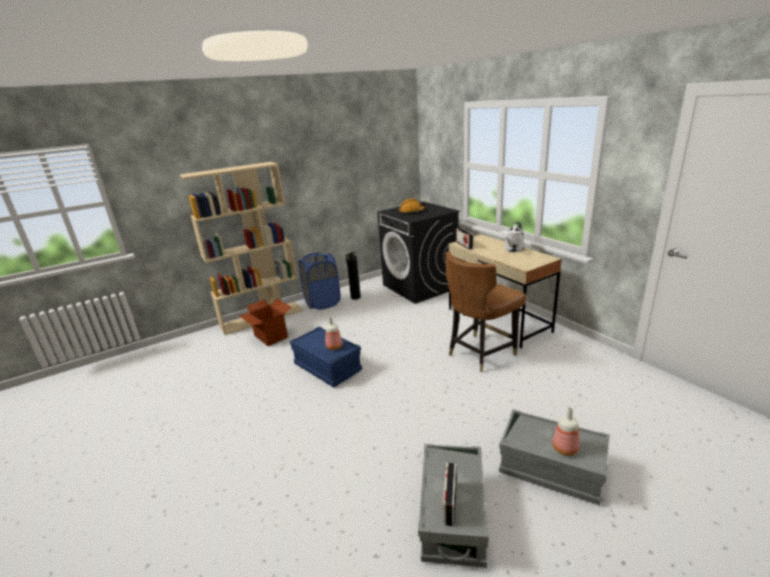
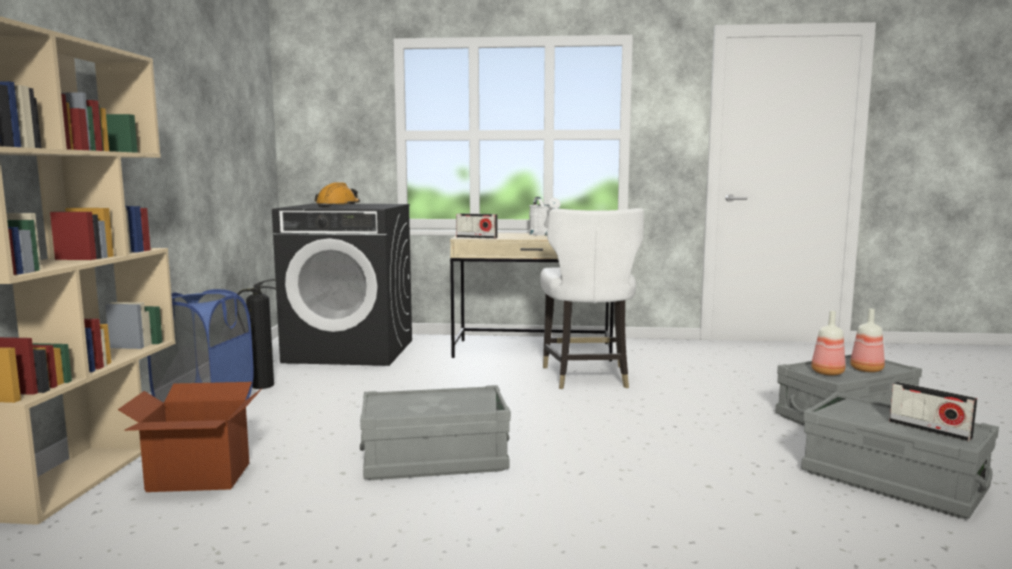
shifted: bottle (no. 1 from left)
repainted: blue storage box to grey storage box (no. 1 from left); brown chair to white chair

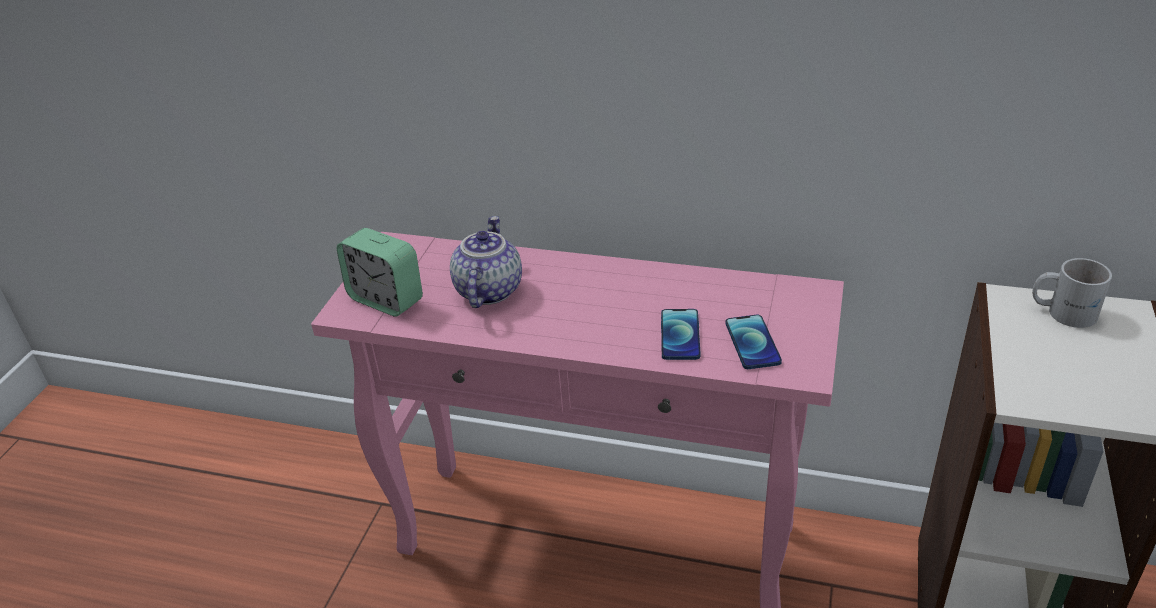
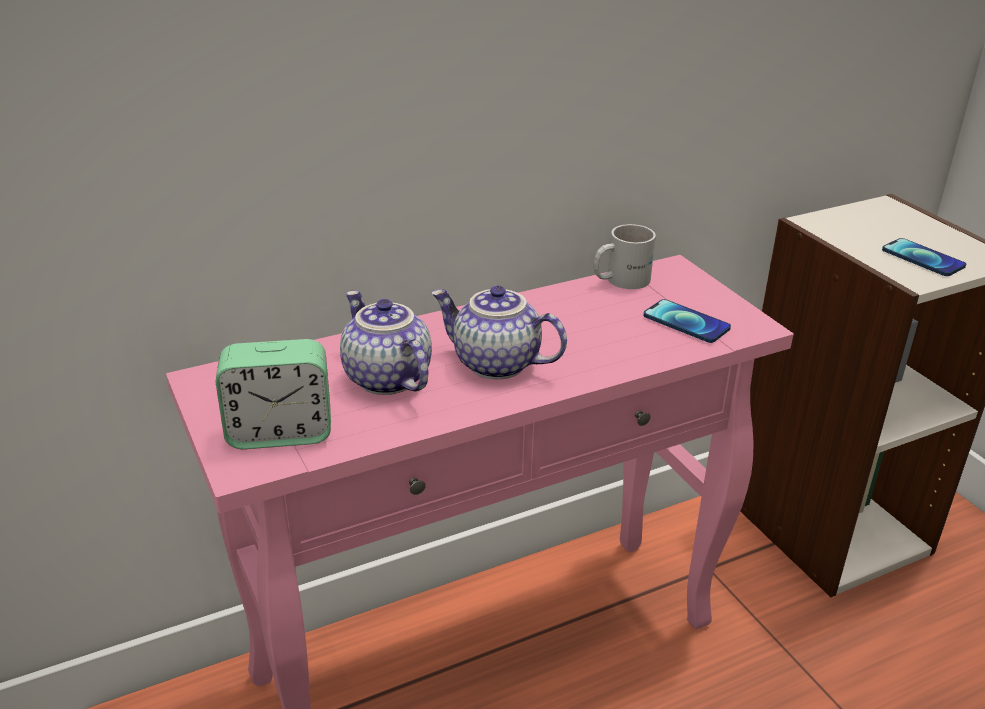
new: teapot (no. 2 from left)
shifted: phone (no. 1 from left in the first image) to phone (no. 2 from left); white mug

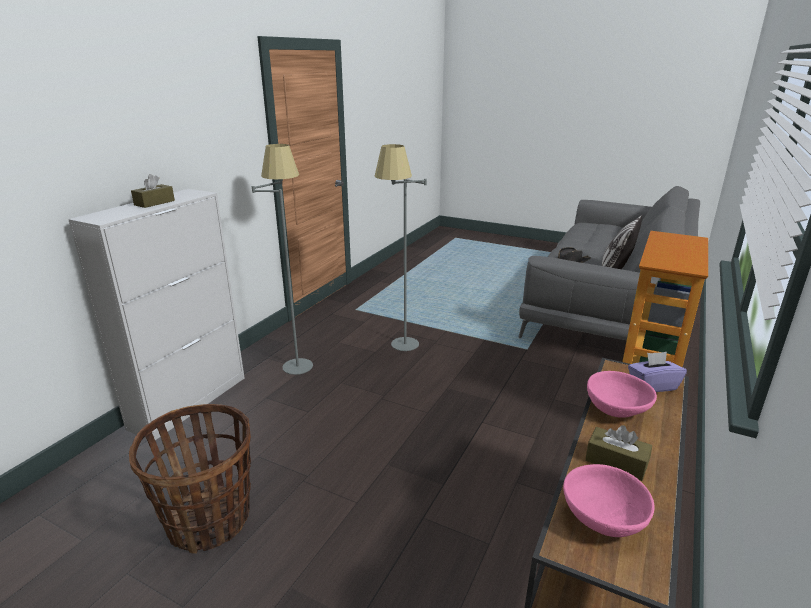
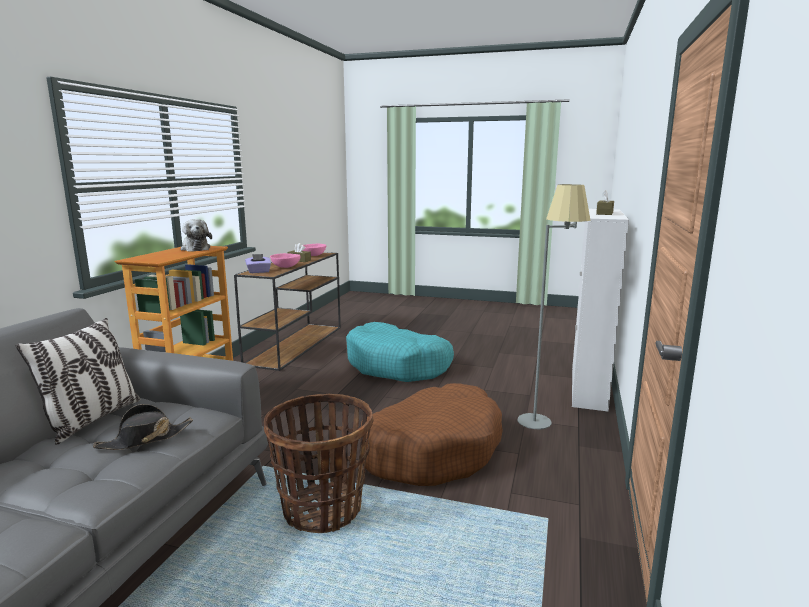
new: plush toy; turquoise dog bed
shifted: basket
swapped: grey floor lamp (no. 2 from left) to brown dog bed

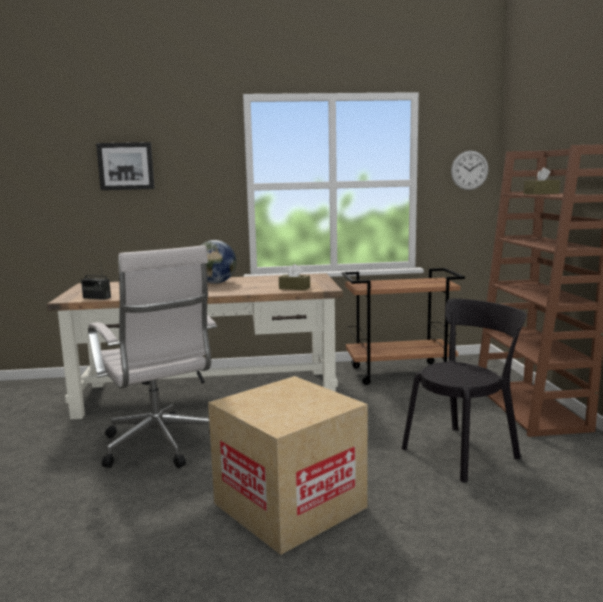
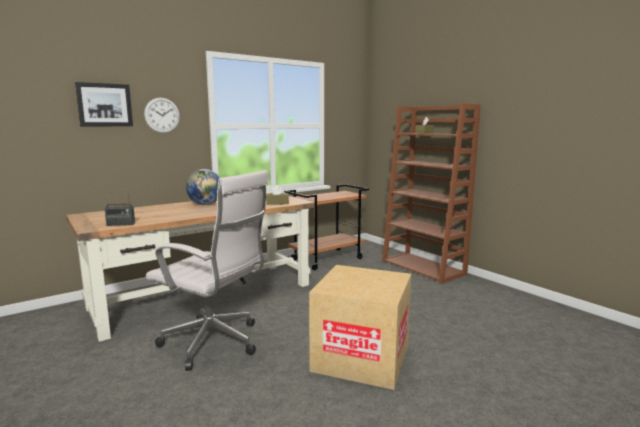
gone: black chair
shifted: wall clock

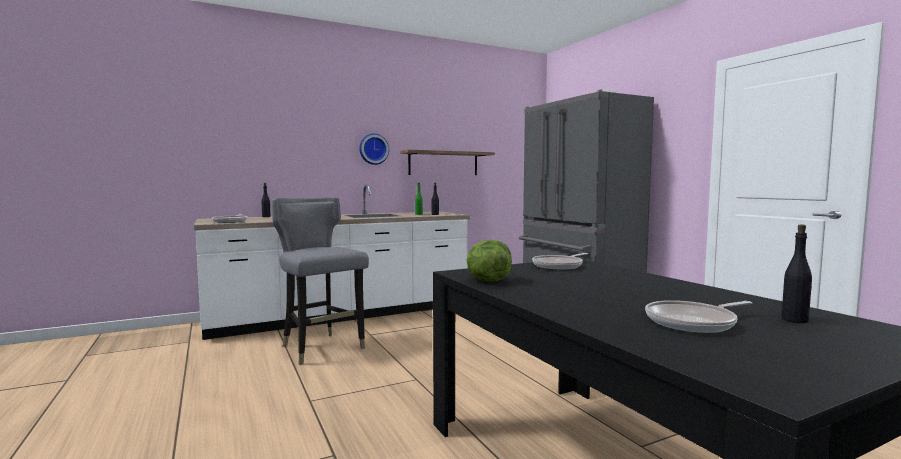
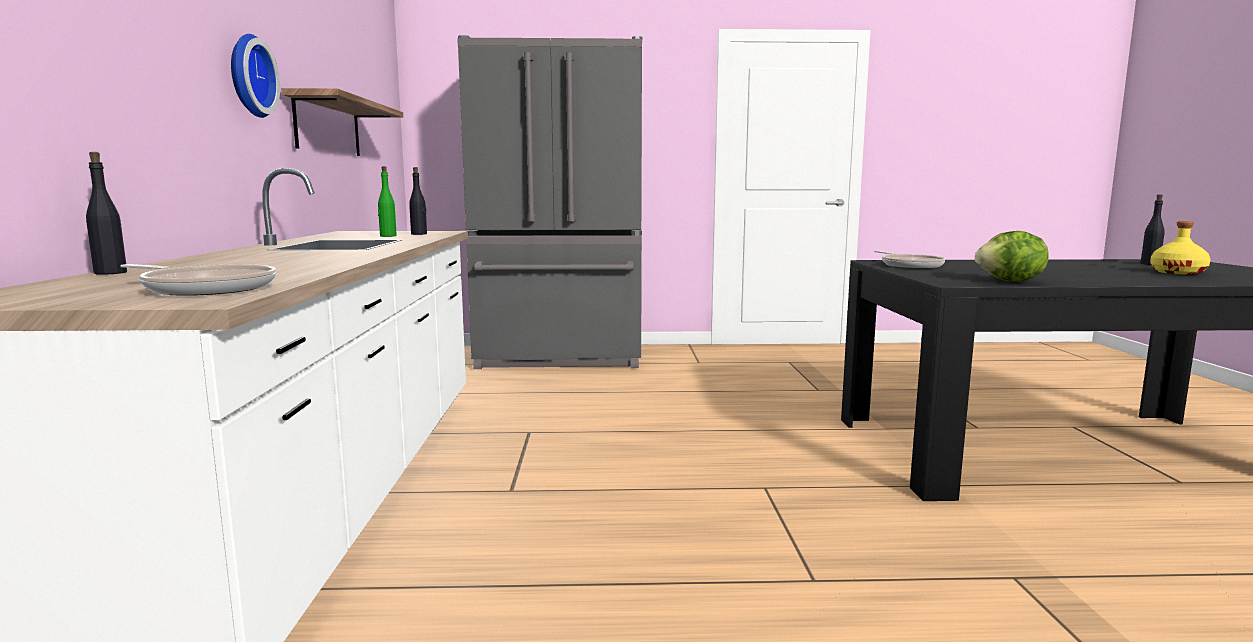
gone: grey chair
swapped: frying pan (no. 3 from left) to yellow bottle

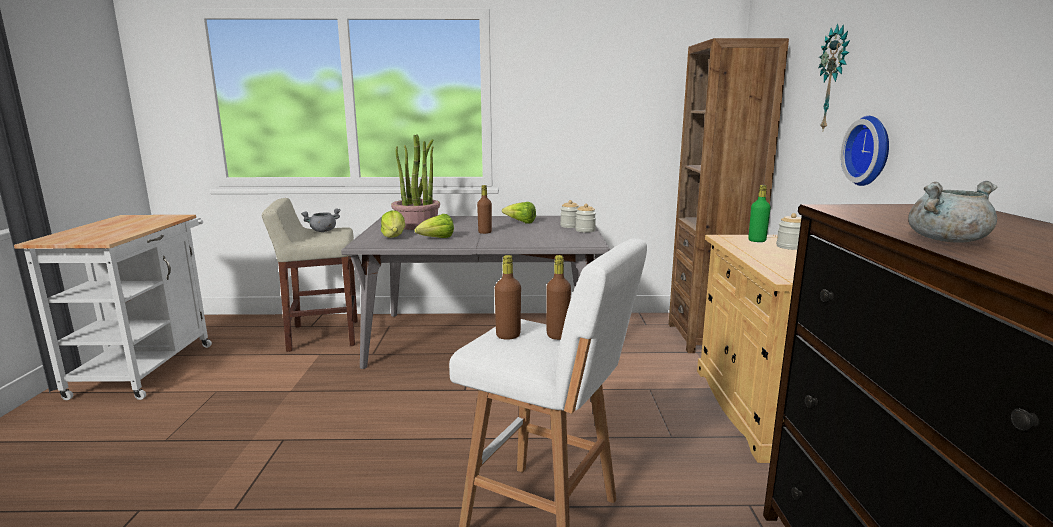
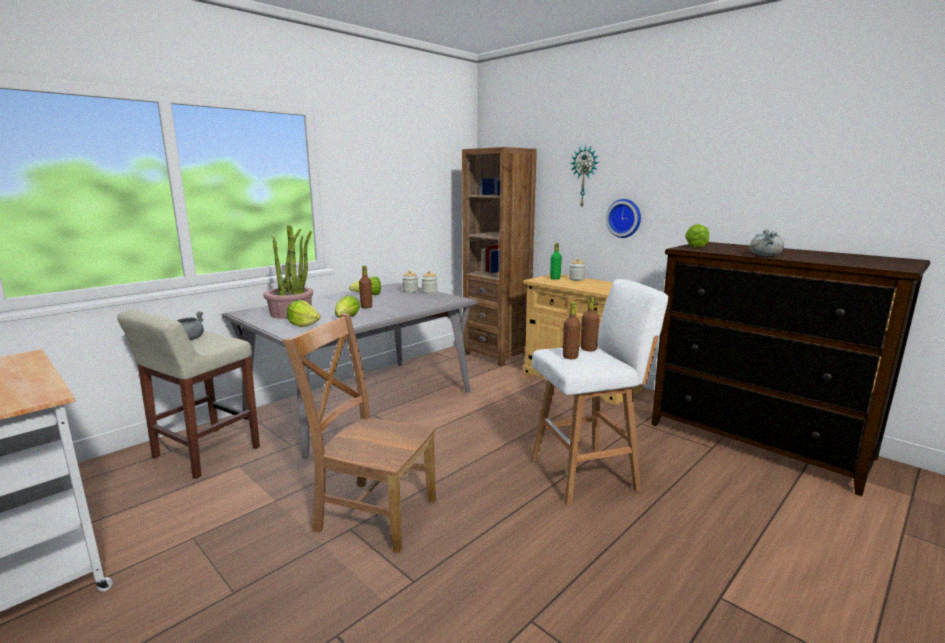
new: brown chair; lettuce (no. 4 from left)

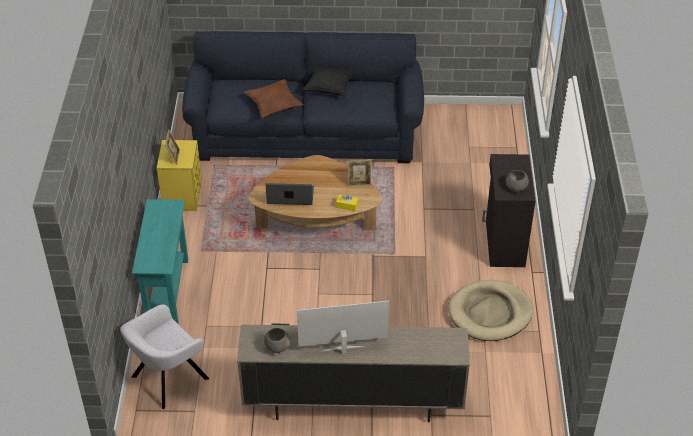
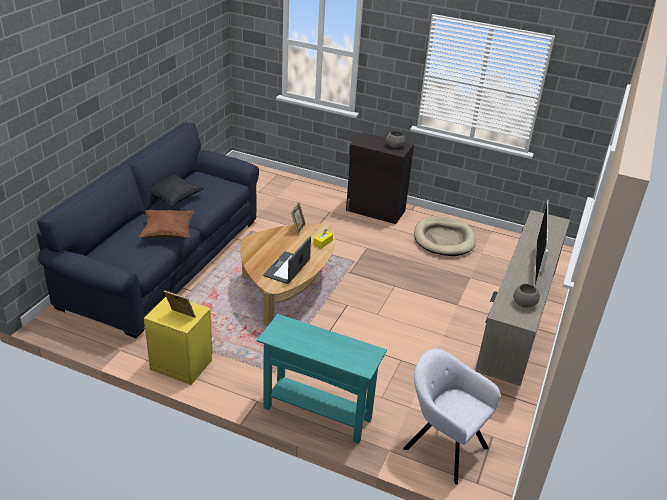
rotated: grey armchair 150 degrees clockwise

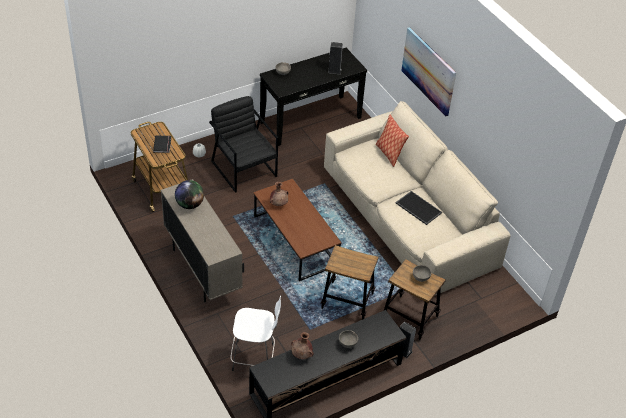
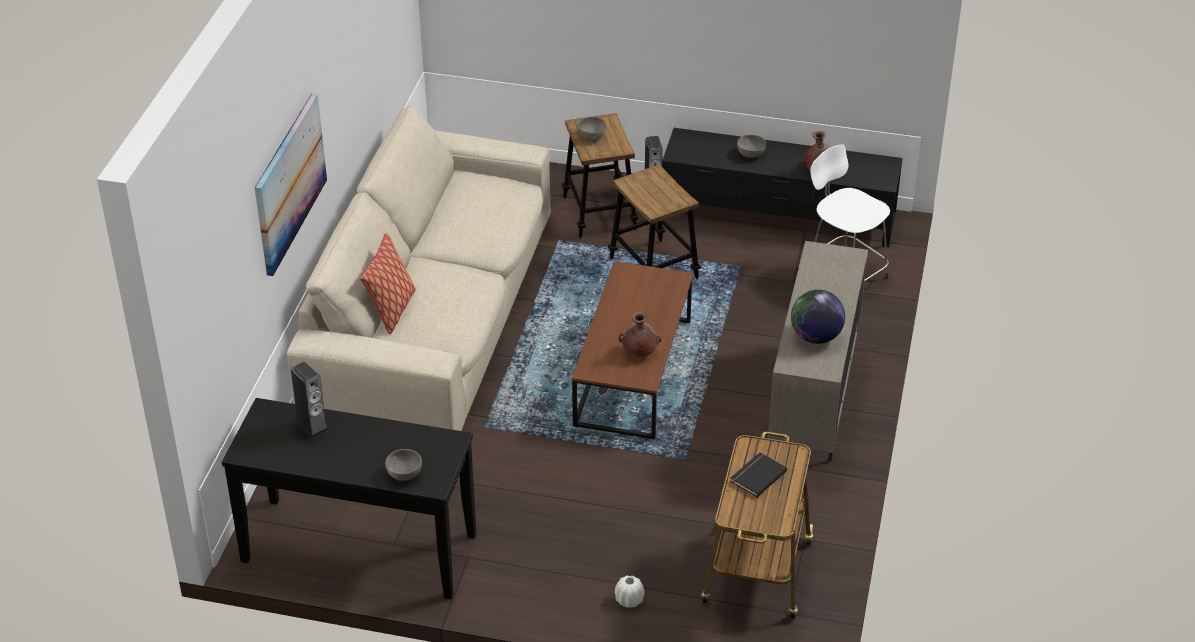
gone: black armchair; tray

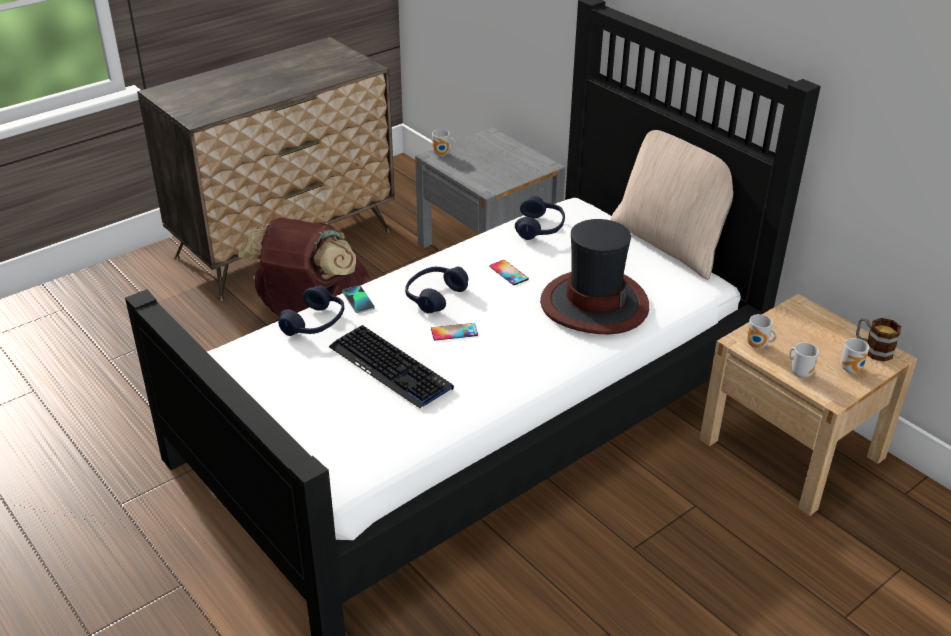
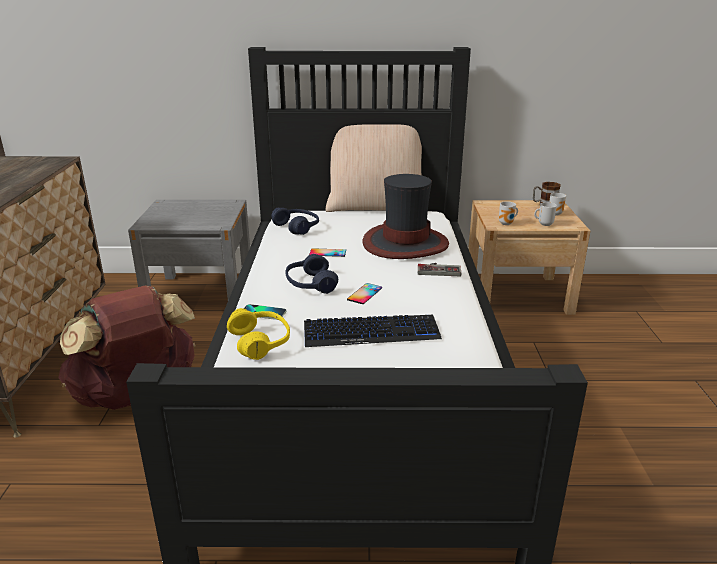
gone: mug (no. 1 from left)
new: game controller
repainted: blue headphones (no. 1 from left) to yellow headphones

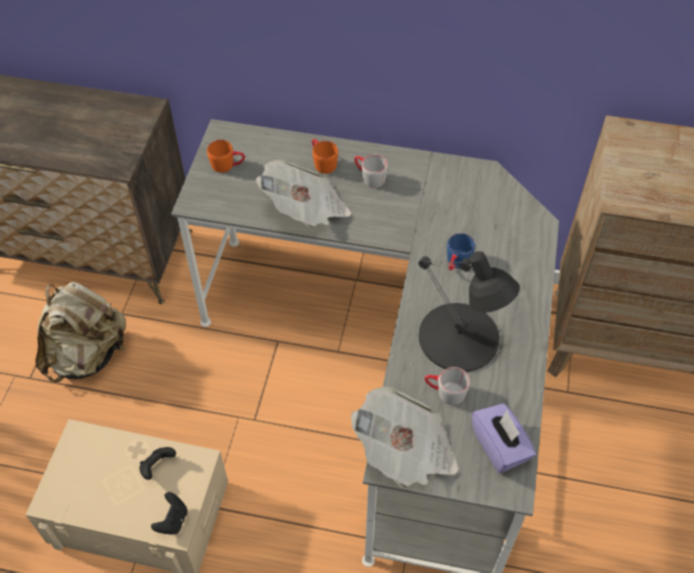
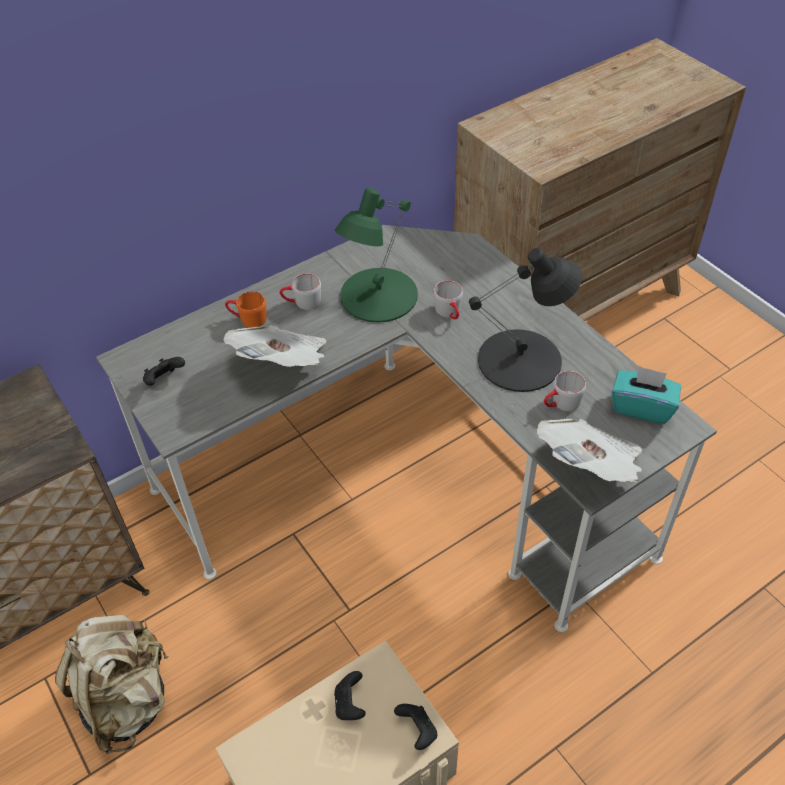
new: green table lamp
swapped: orange mug (no. 1 from left) to black game controller (no. 1 from left)
repainted: blue mug to grey mug (no. 2 from left); purple tissue box to turquoise tissue box

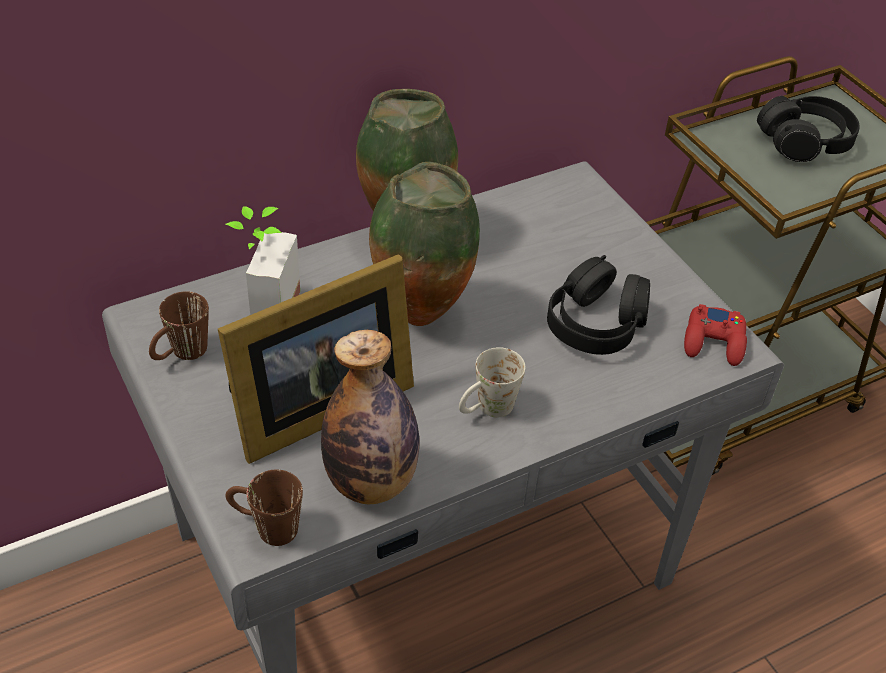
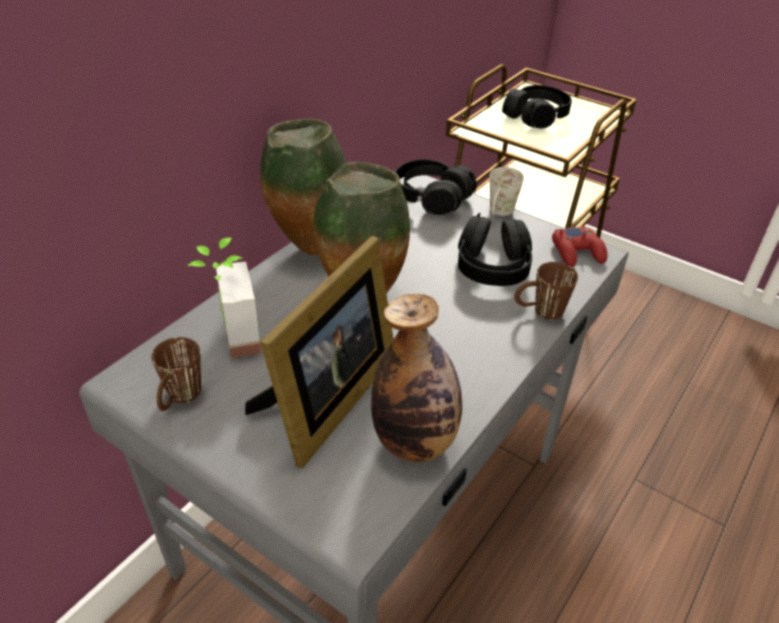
new: black headphones (no. 1 from left)
shifted: brown mug (no. 2 from left); white mug

